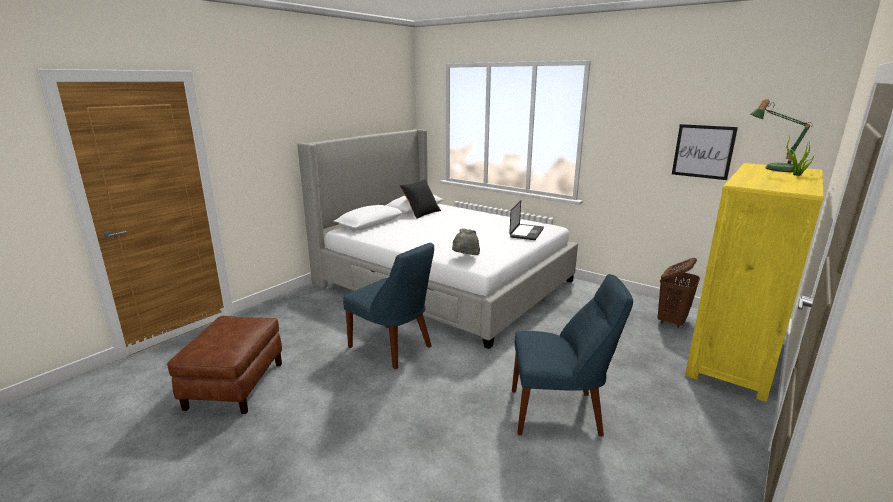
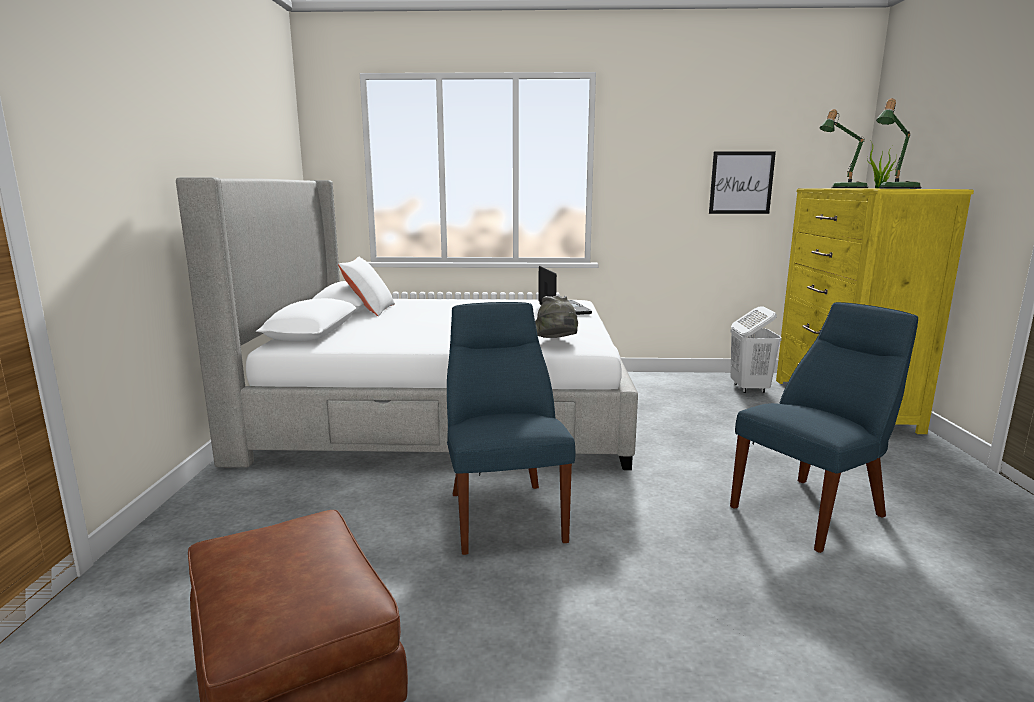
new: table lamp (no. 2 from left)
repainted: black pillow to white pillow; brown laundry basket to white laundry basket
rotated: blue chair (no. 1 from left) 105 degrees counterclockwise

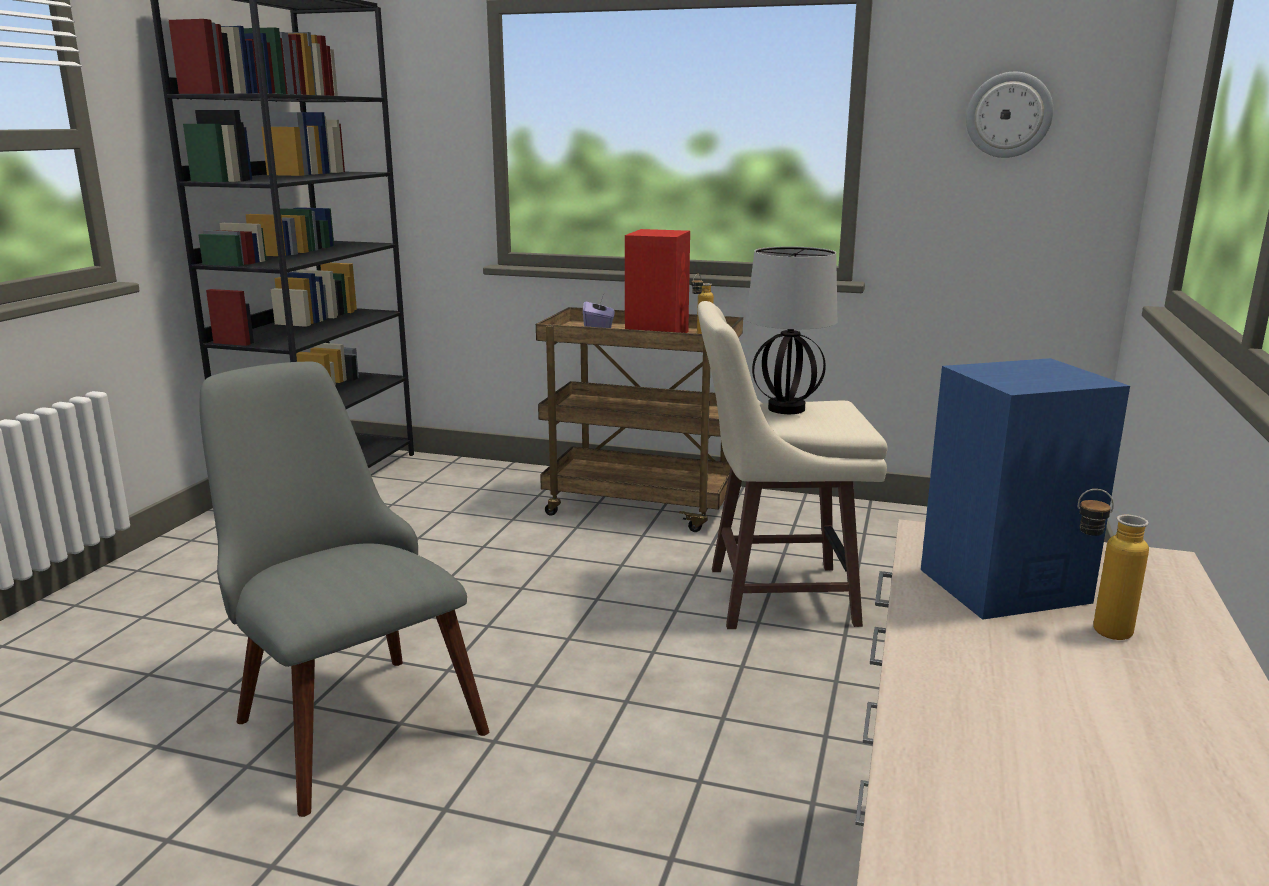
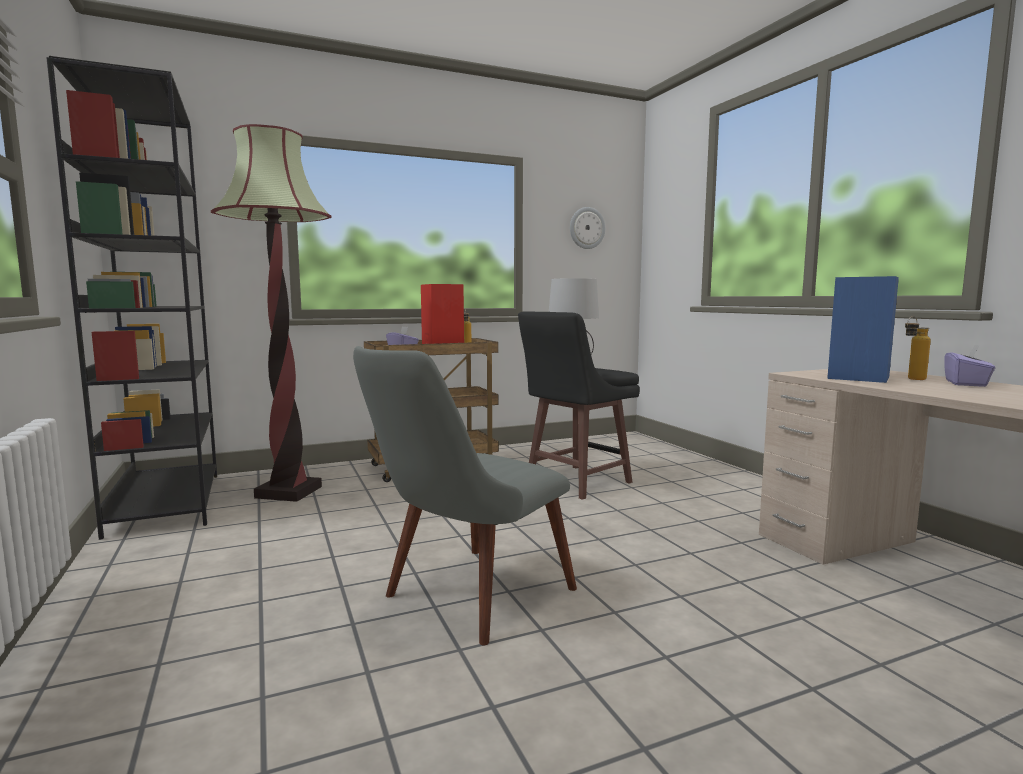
new: floor lamp; purple tissue box (no. 2 from left)
repainted: beige stool to black stool
rotated: grey chair 60 degrees counterclockwise

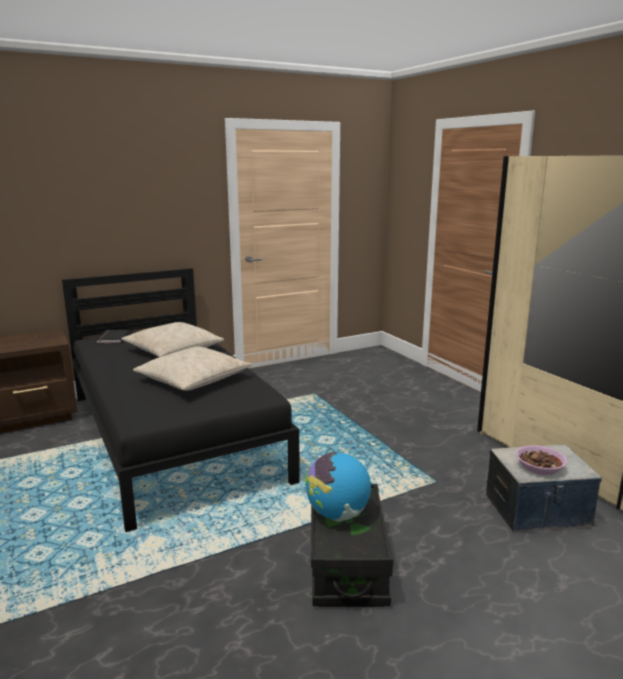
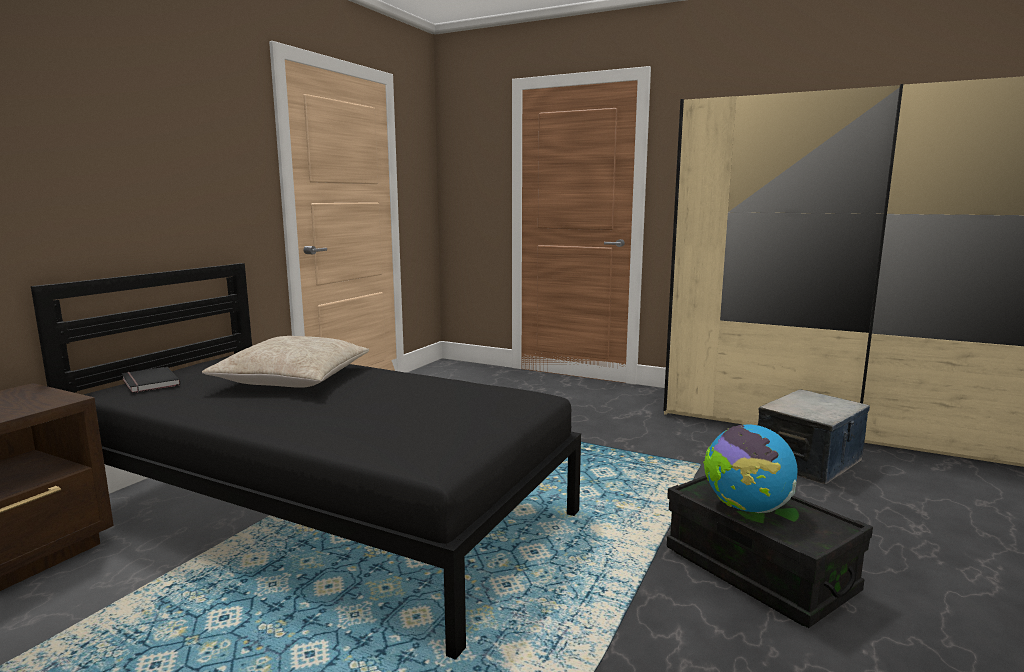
gone: beige pillow (no. 2 from left); bowl

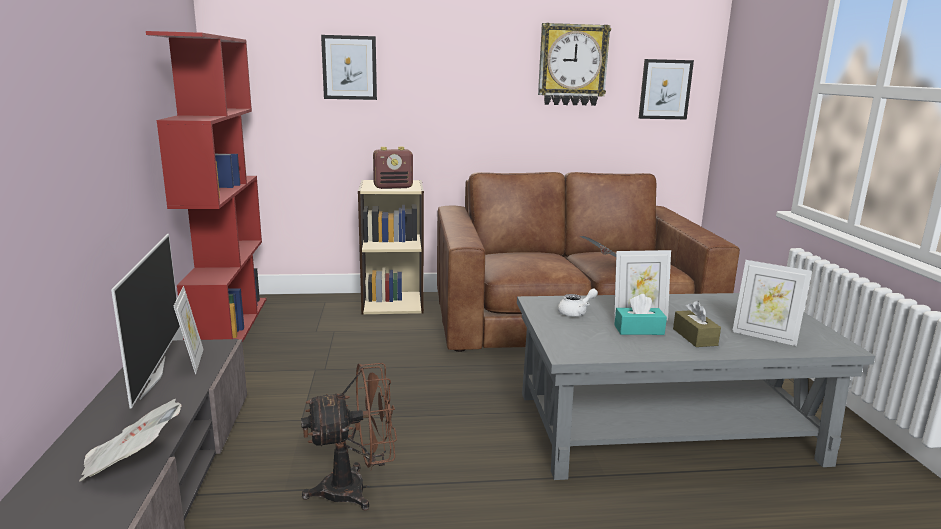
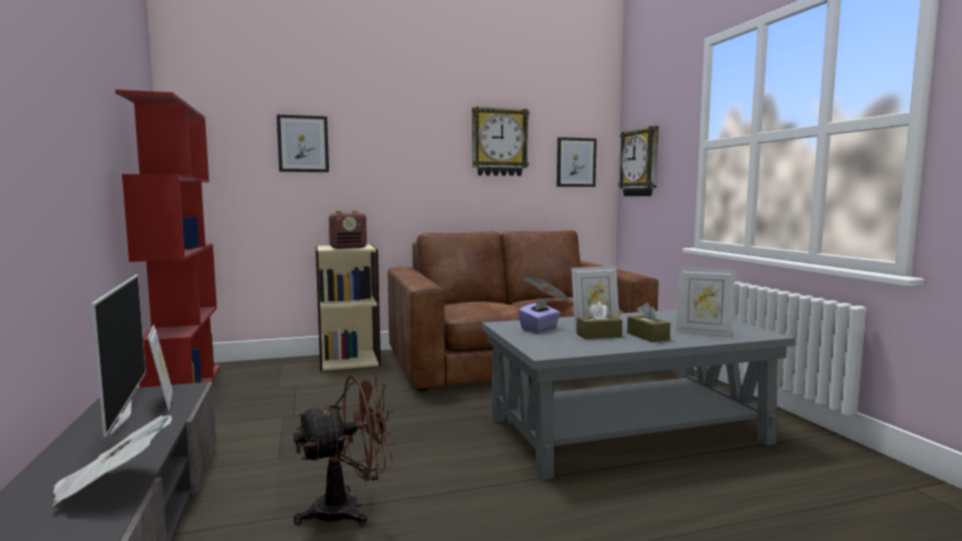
new: wall clock (no. 2 from left)
swapped: white teapot to purple tissue box
repainted: turquoise tissue box to brown tissue box (no. 1 from left)

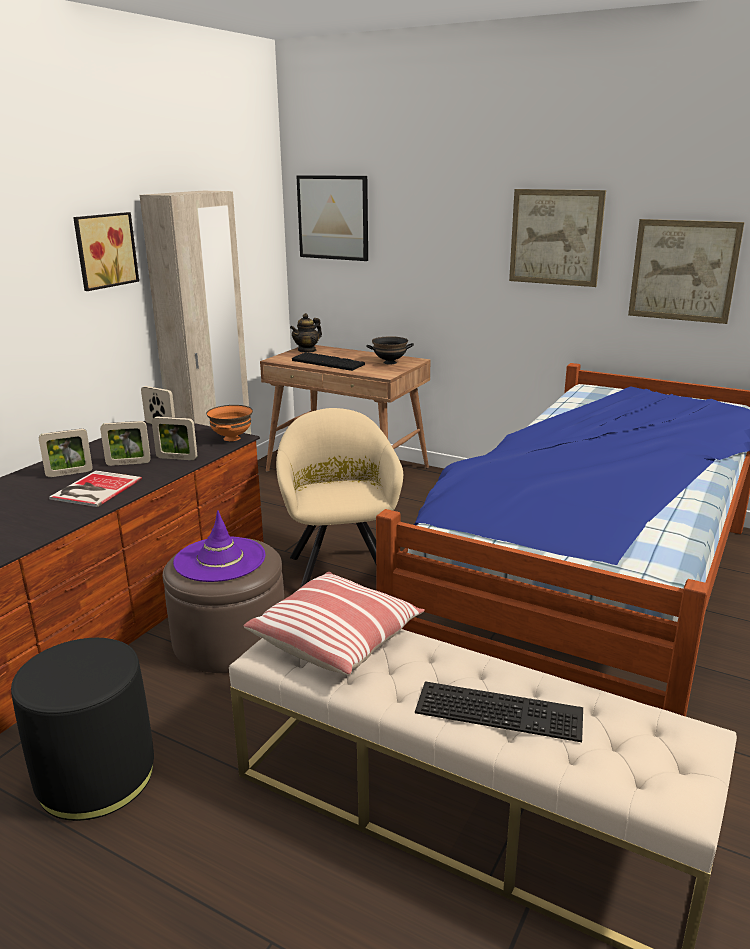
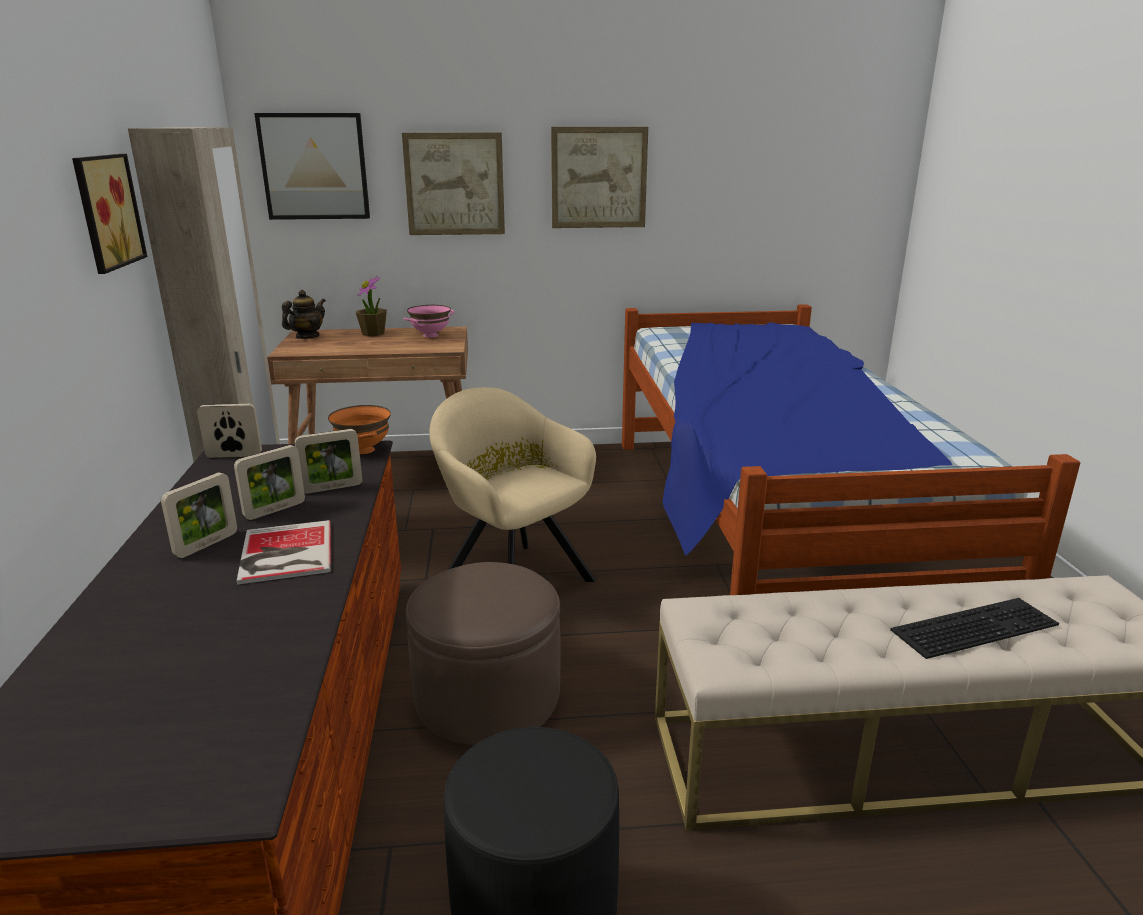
gone: purple hat; pillow; keyboard (no. 1 from left)
new: potted plant
shifted: picture (no. 4 from left in the first image) to picture (no. 3 from left)
repainted: black bowl to pink bowl
rotated: teapot 150 degrees counterclockwise

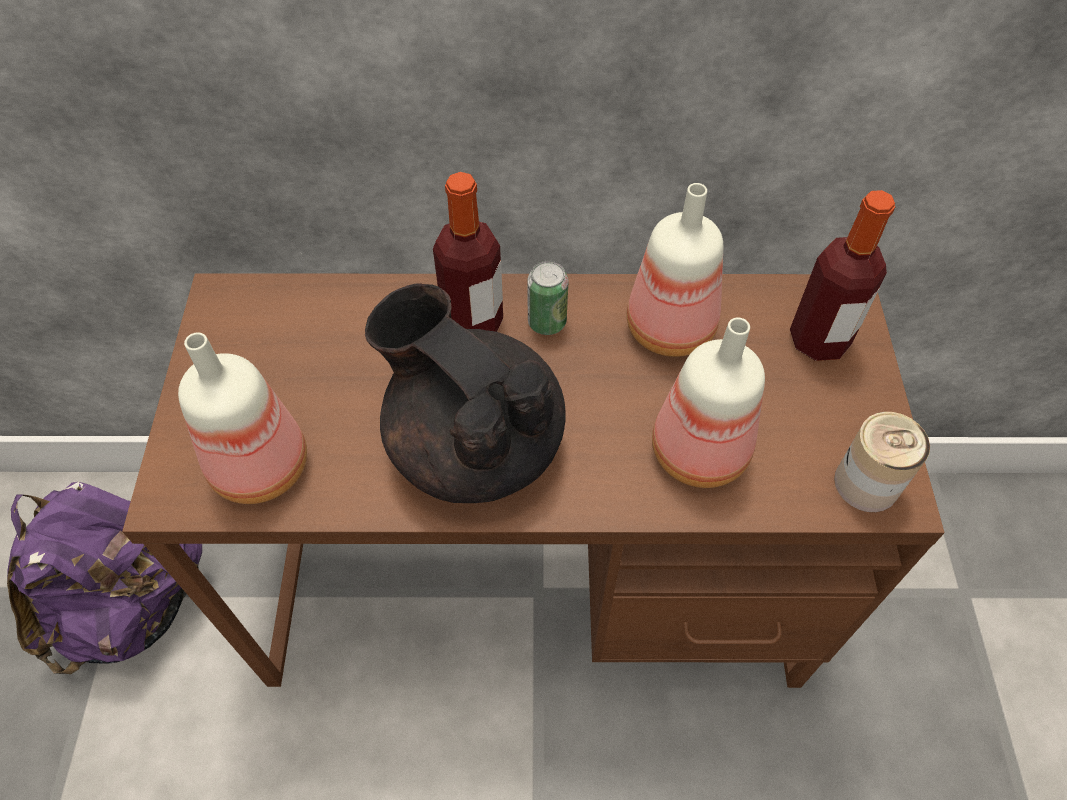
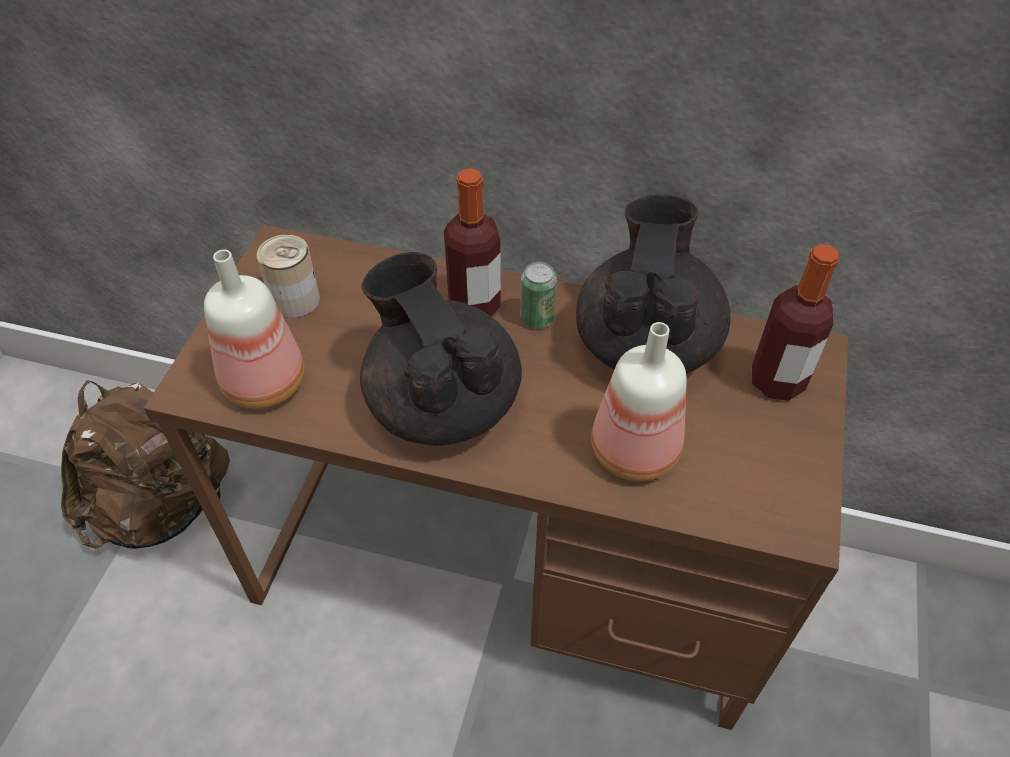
shifted: can (no. 2 from left in the first image) to can (no. 1 from left)
swapped: bottle (no. 3 from left) to black teapot (no. 2 from left)
repainted: purple backpack to brown backpack

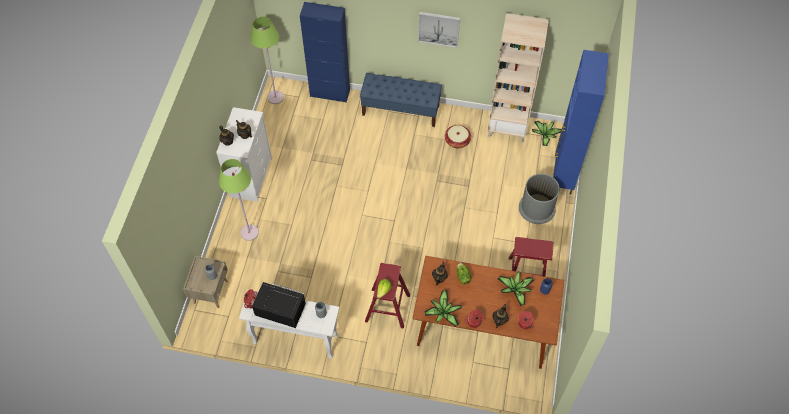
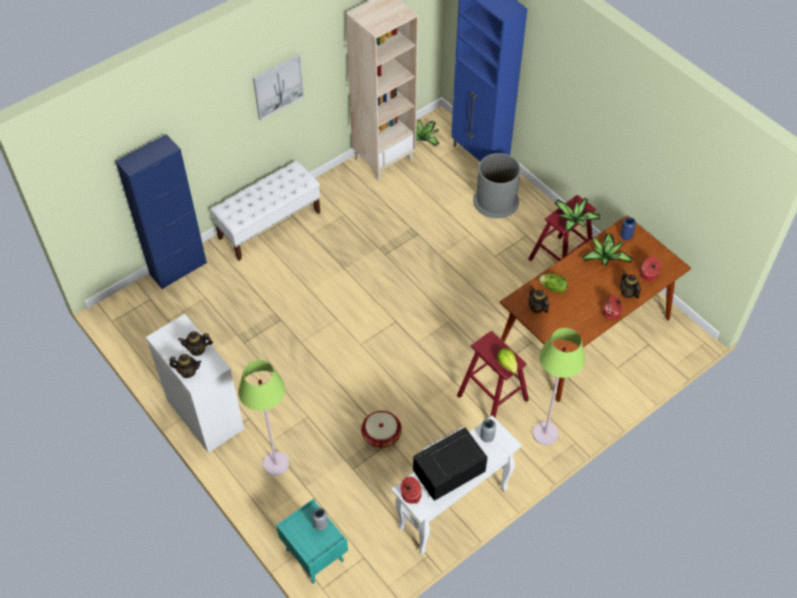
shifted: green floor lamp (no. 2 from left); potted plant (no. 1 from left in the first image) to potted plant (no. 2 from left); basket
repainted: beige nightstand to turquoise nightstand; blue bench to white bench

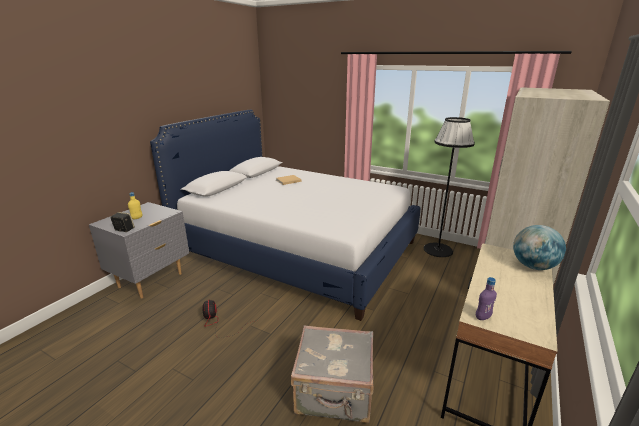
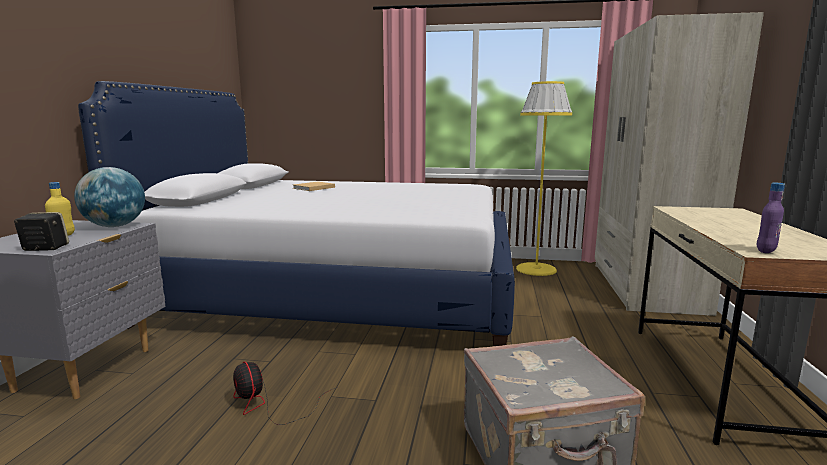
shifted: globe
repainted: black floor lamp to yellow floor lamp

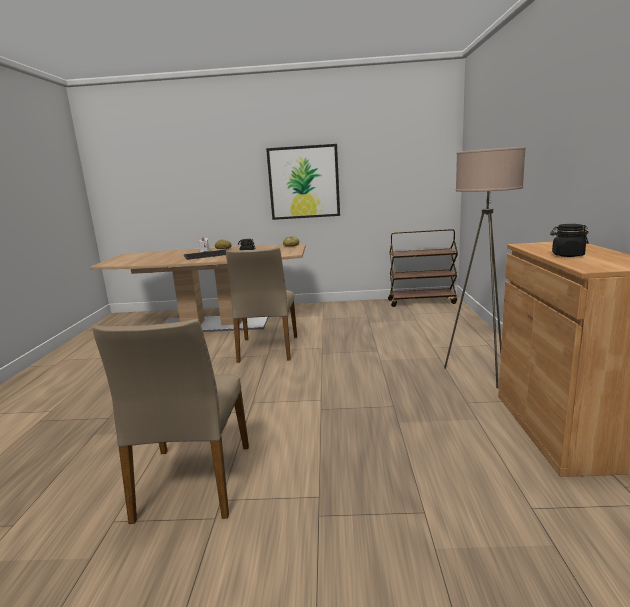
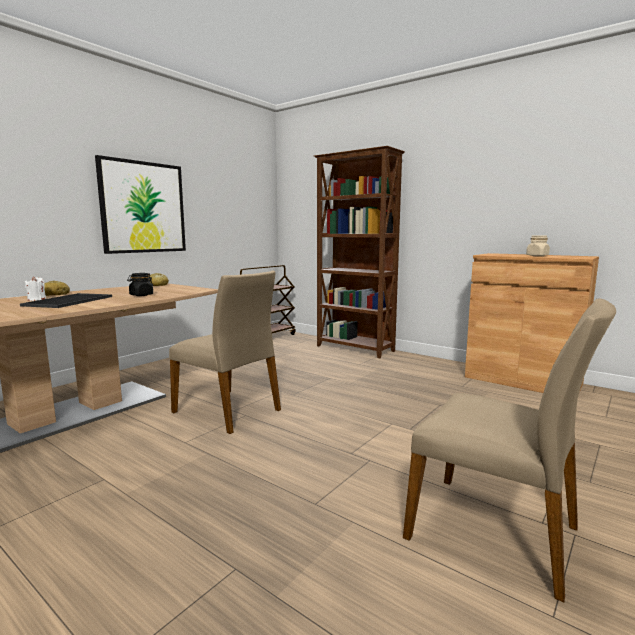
gone: beige floor lamp
new: brown bookcase
repainted: black jar (no. 2 from left) to beige jar

